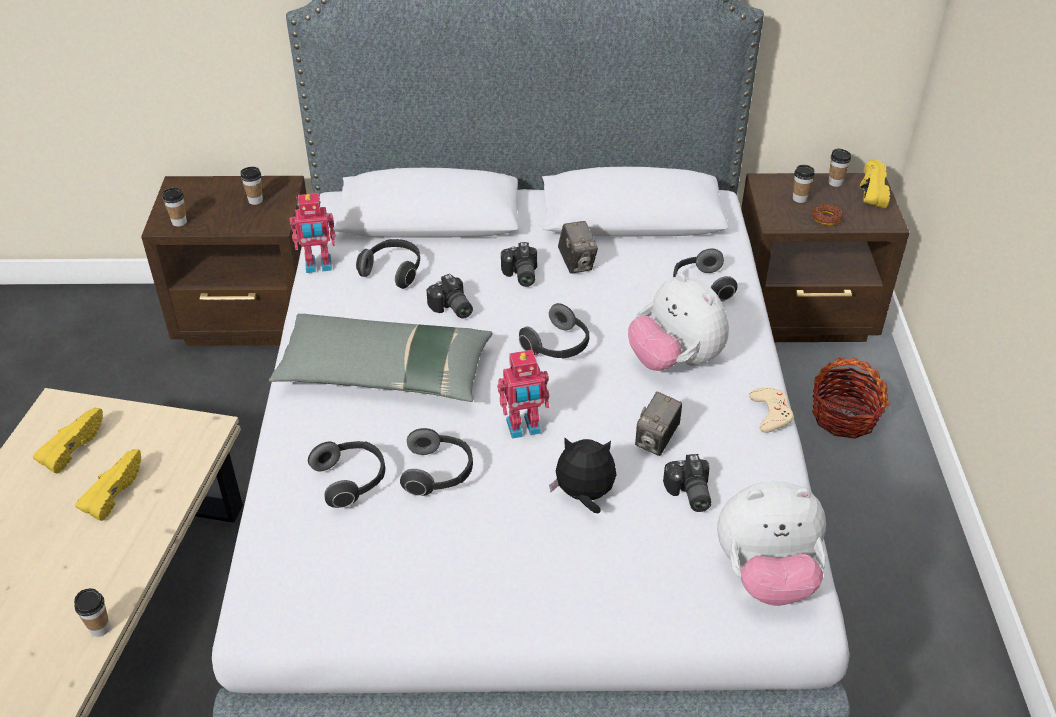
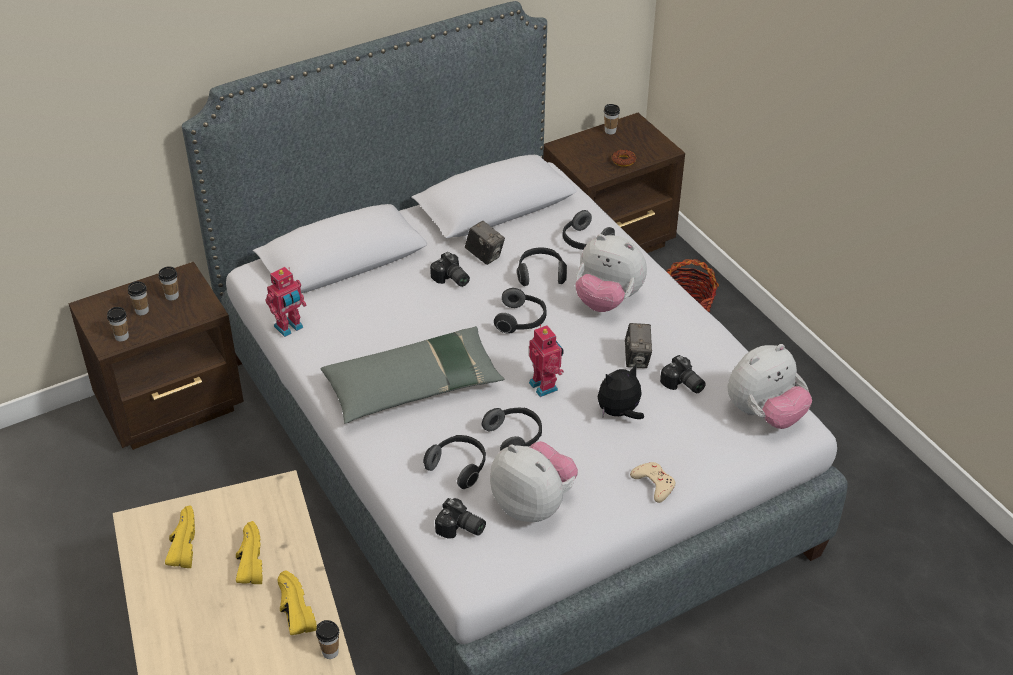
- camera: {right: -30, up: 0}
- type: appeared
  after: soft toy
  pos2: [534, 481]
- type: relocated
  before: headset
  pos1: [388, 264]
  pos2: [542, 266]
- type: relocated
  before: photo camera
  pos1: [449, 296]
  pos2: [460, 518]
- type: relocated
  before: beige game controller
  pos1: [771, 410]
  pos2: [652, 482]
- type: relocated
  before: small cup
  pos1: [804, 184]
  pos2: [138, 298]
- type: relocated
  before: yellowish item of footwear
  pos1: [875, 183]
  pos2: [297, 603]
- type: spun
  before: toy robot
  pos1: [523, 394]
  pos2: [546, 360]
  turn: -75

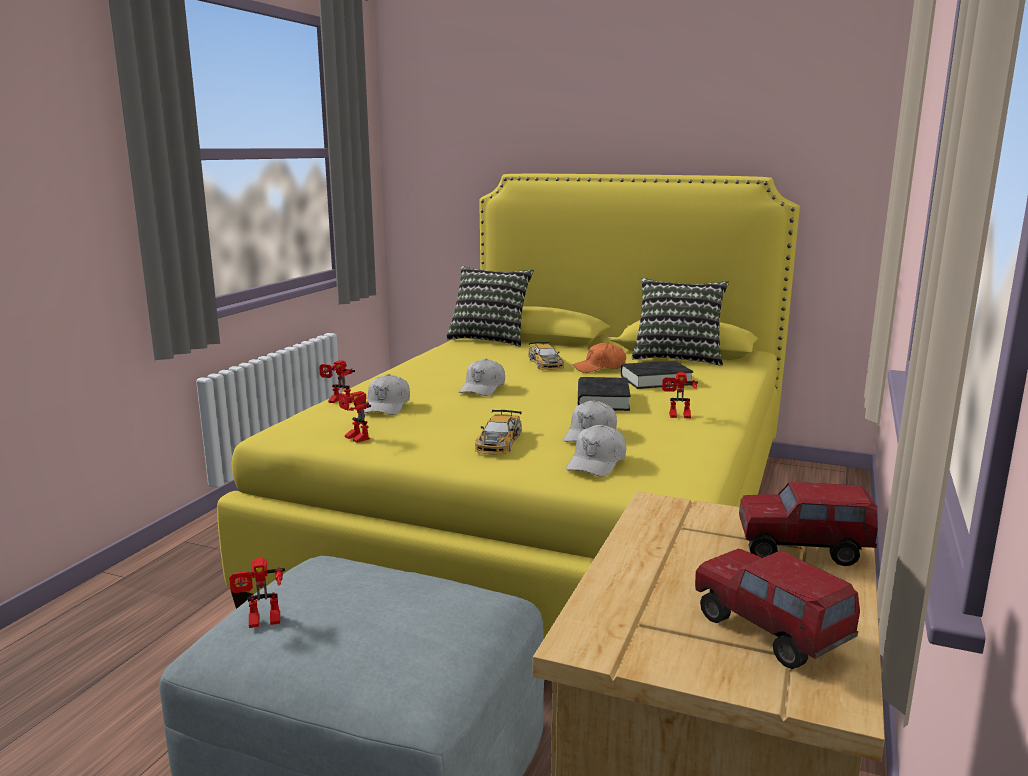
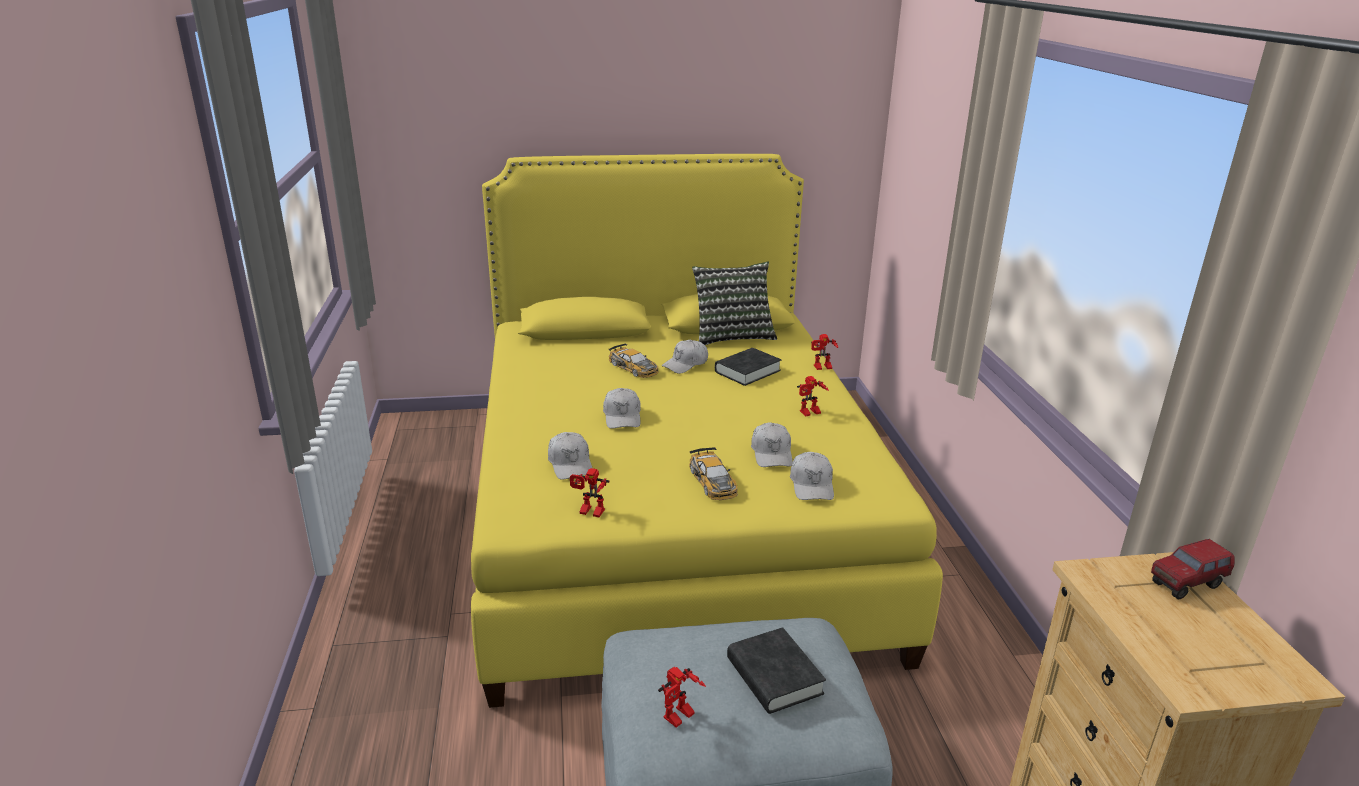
- camera: {right: -30, up: 10}
- type: missing
  before: cushion
  pos1: [490, 306]
- type: missing
  before: toy lorry
  pos1: [777, 609]
- type: relocated
  before: toy robot
  pos1: [337, 382]
  pos2: [824, 352]
- type: relocated
  before: black-coloured bound book
  pos1: [604, 394]
  pos2: [776, 670]
- type: colour
  before: orange-coloured cap
  after: white-coloured cap
  pos1: [599, 357]
  pos2: [685, 357]

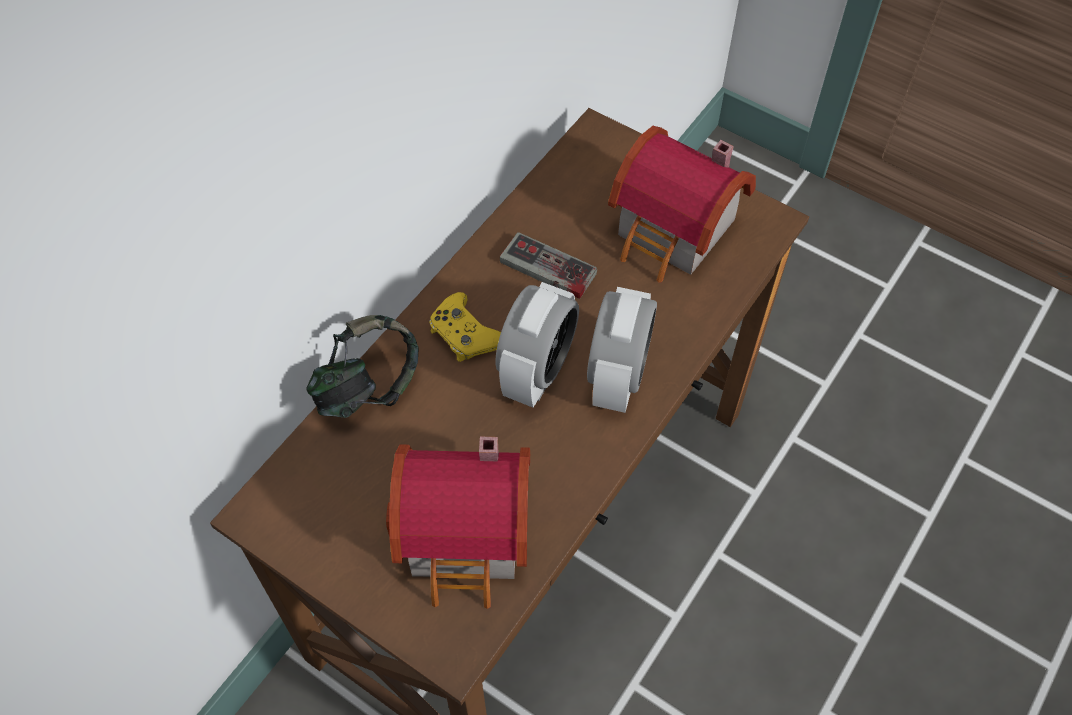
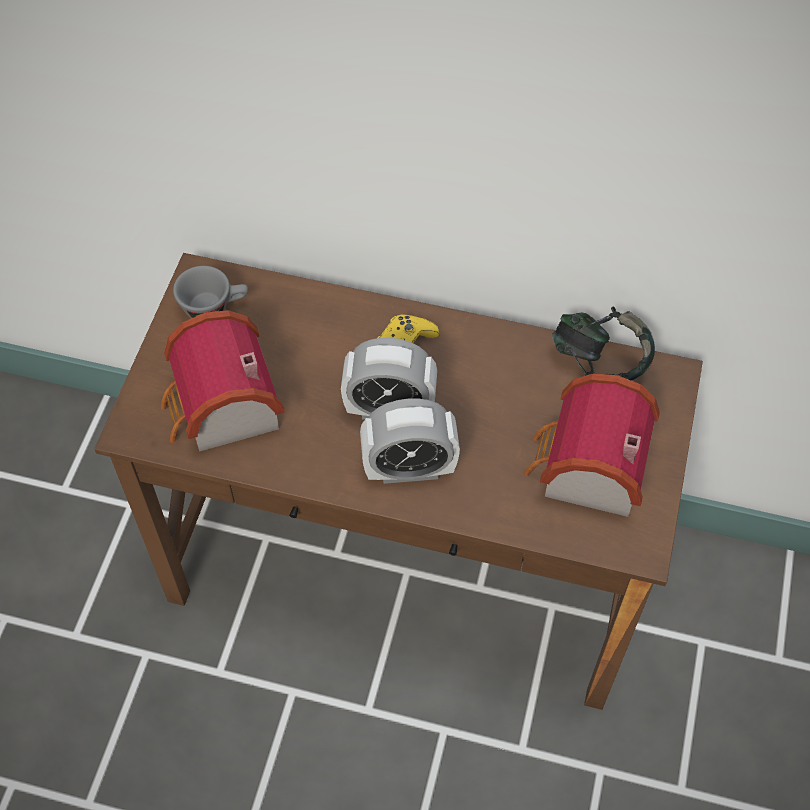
- camera: {right: 70, up: 0}
- type: missing
  before: game controller
  pos1: [548, 265]
- type: appeared
  after: gray small cup
  pos2: [210, 292]
- type: relocated
  before: headset
  pos1: [362, 366]
  pos2: [603, 343]

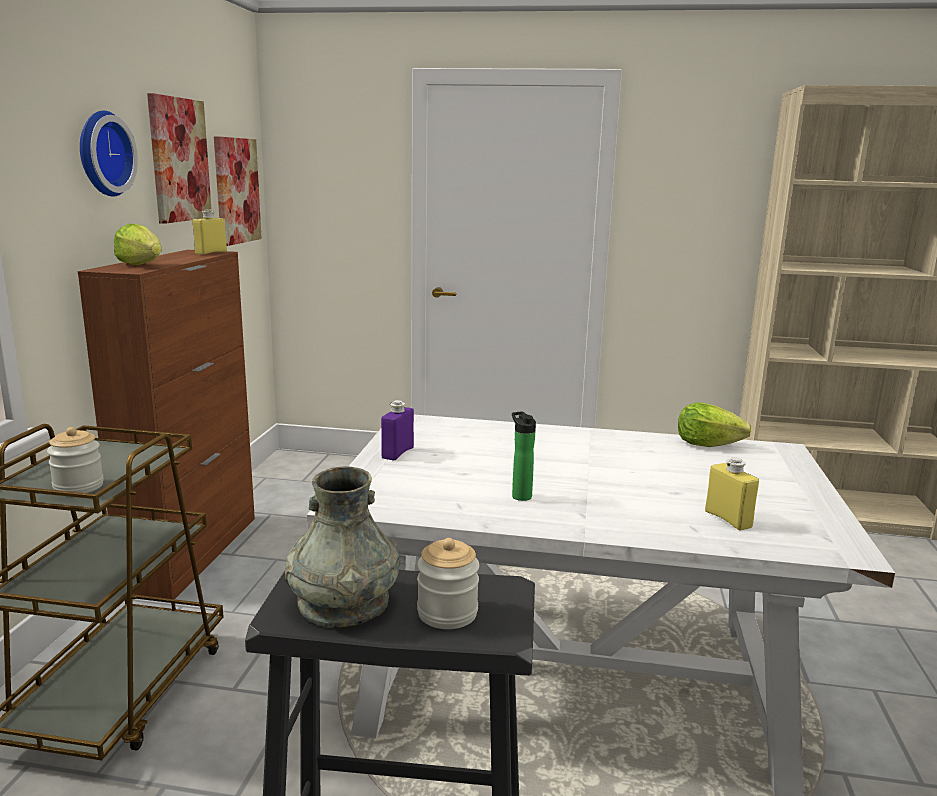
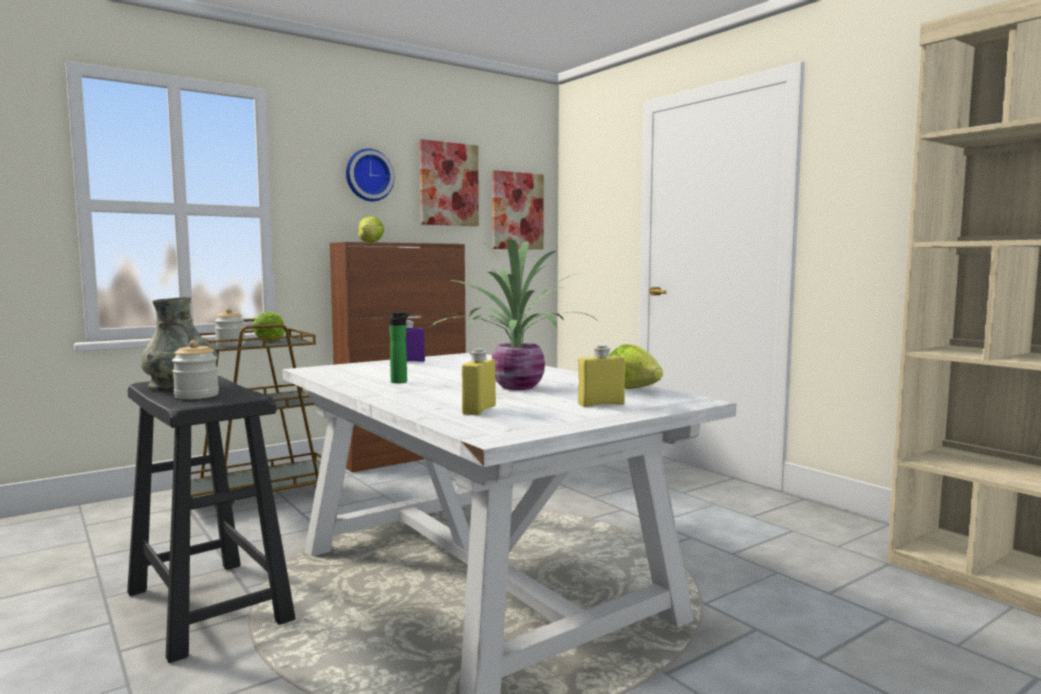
- camera: {right: 45, up: -10}
- type: appeared
  after: lettuce
  pos2: [268, 327]
- type: appeared
  after: houseplant
  pos2: [514, 314]
- type: relocated
  before: yellowish bottle
  pos1: [210, 232]
  pos2: [601, 376]

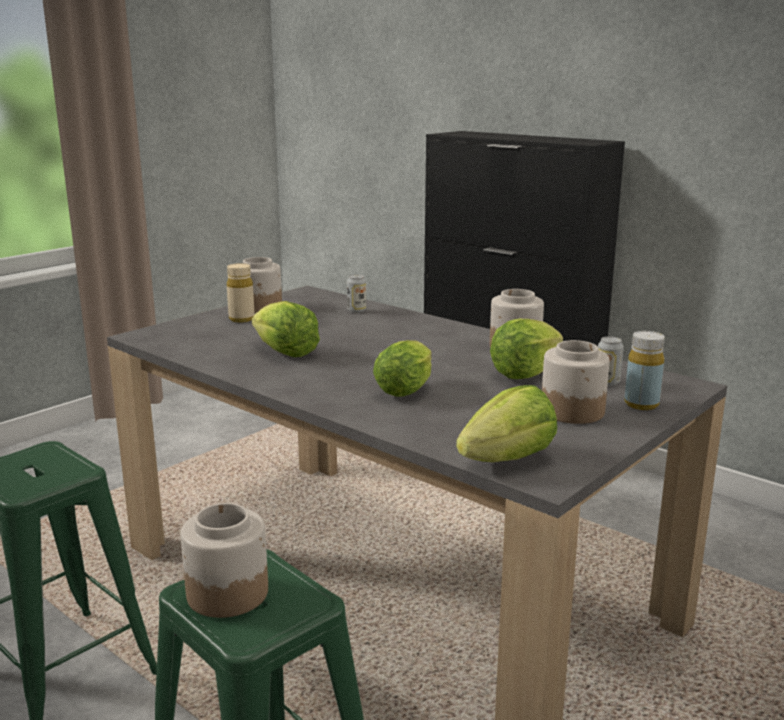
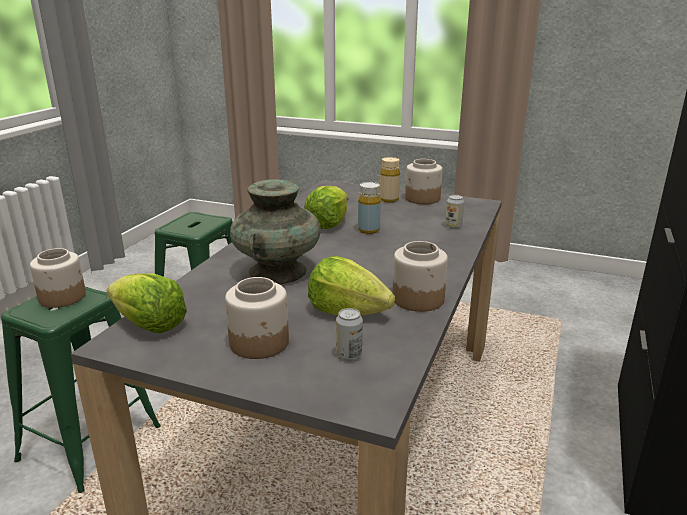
- camera: {right: 70, up: 5}
- type: relocated
  before: yellowish bottle
  pos1: [644, 370]
  pos2: [369, 208]
- type: exchanged
  before: lettuce
  after: turquoise-coloured vase
  pos1: [402, 368]
  pos2: [275, 231]

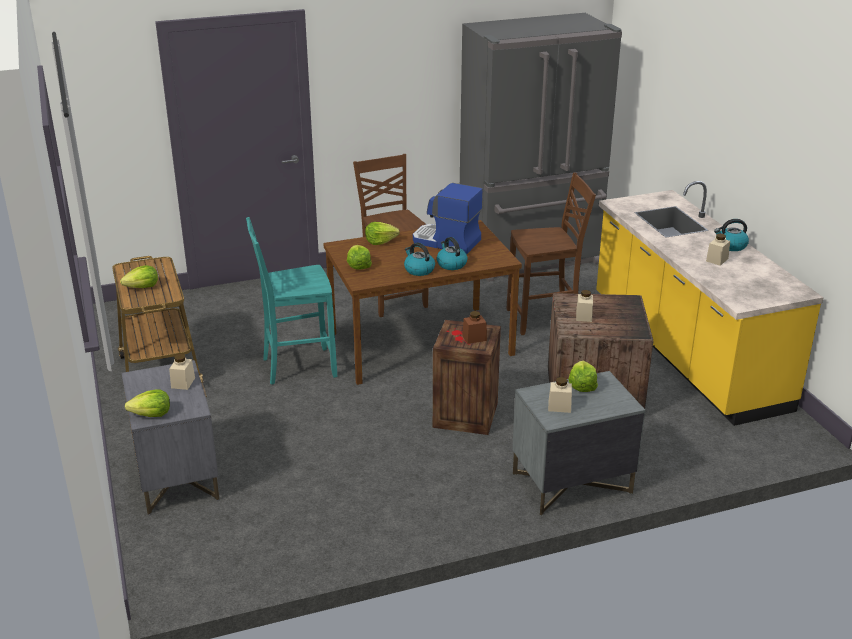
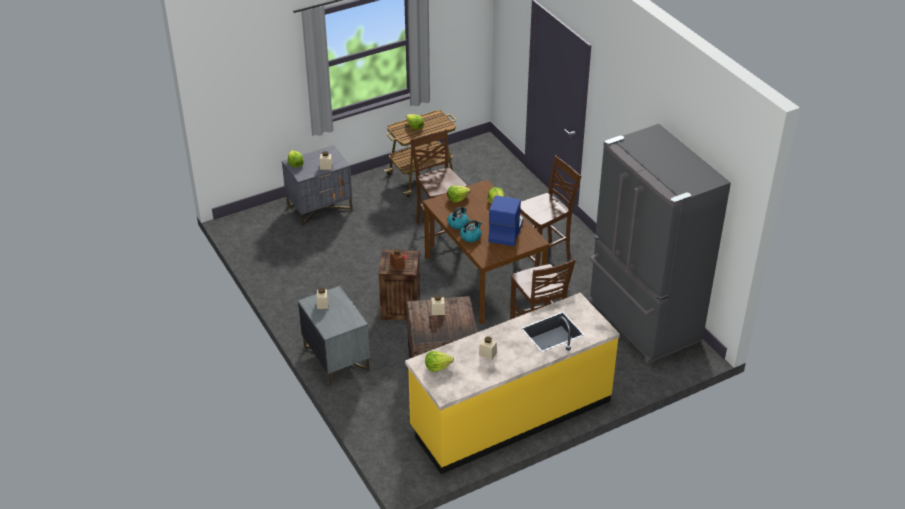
- camera: {right: 80, up: 10}
- type: missing
  before: water kettle
  pos1: [731, 235]
- type: relocated
  before: lettuce
  pos1: [583, 376]
  pos2: [439, 361]
- type: colour
  before: turquoise-coloured plain chair
  after: brownish plain chair
  pos1: [291, 301]
  pos2: [438, 188]

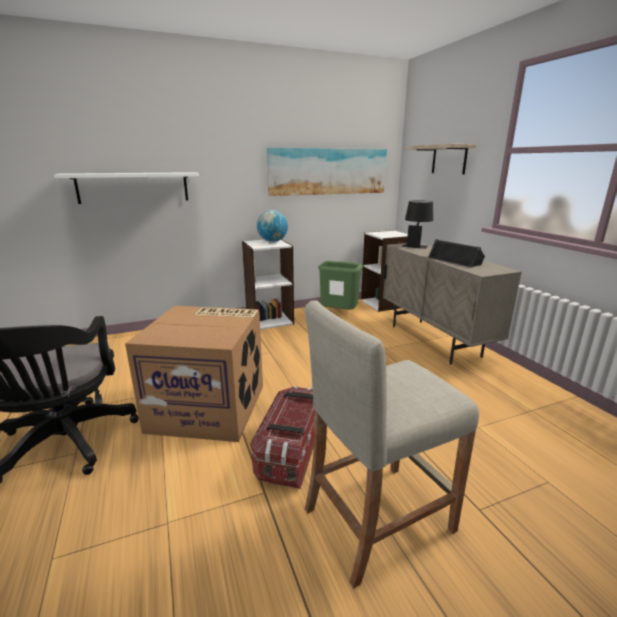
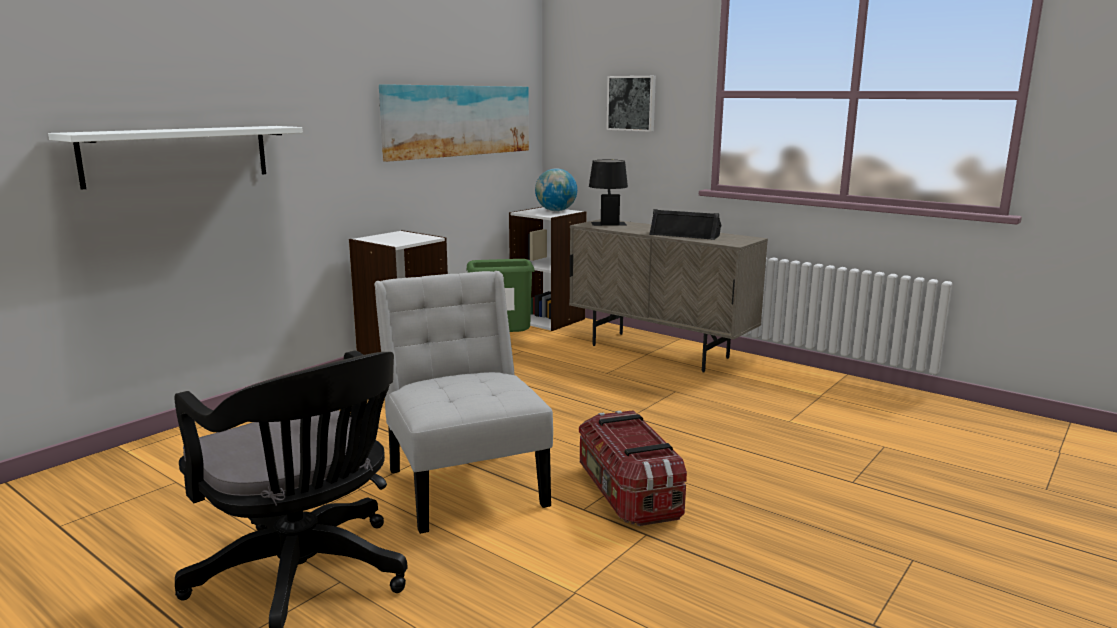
- camera: {right: -30, up: -5}
- type: missing
  before: beige stool
  pos1: [392, 444]
- type: relocated
  before: world globe
  pos1: [272, 226]
  pos2: [556, 189]
- type: exchanged
  before: cardboard box
  after: white-coloured plain chair
  pos1: [194, 374]
  pos2: [463, 402]
- type: exchanged
  before: shelf
  after: wall art
  pos1: [441, 159]
  pos2: [631, 104]

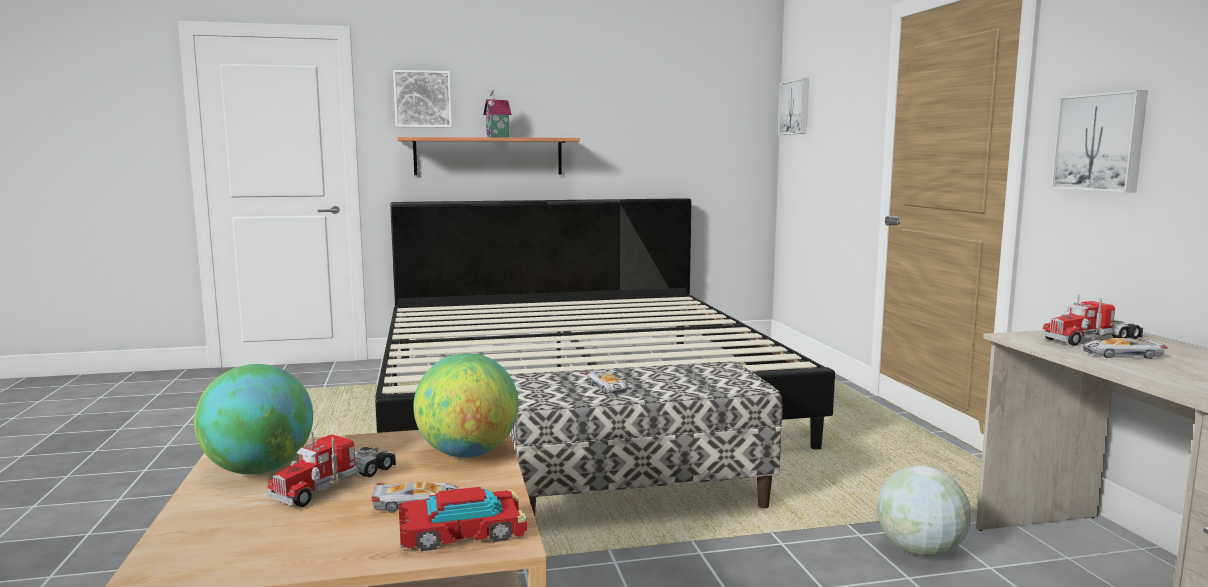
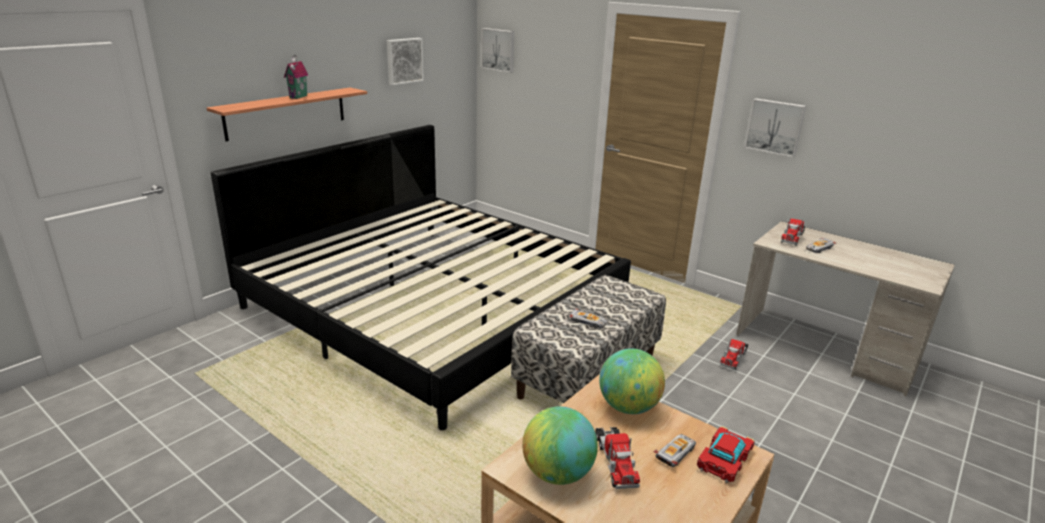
- camera: {right: -40, up: 15}
- type: relocated
  before: wall art
  pos1: [422, 98]
  pos2: [405, 61]
- type: exchanged
  before: world globe
  after: toy lorry
  pos1: [924, 511]
  pos2: [734, 354]

